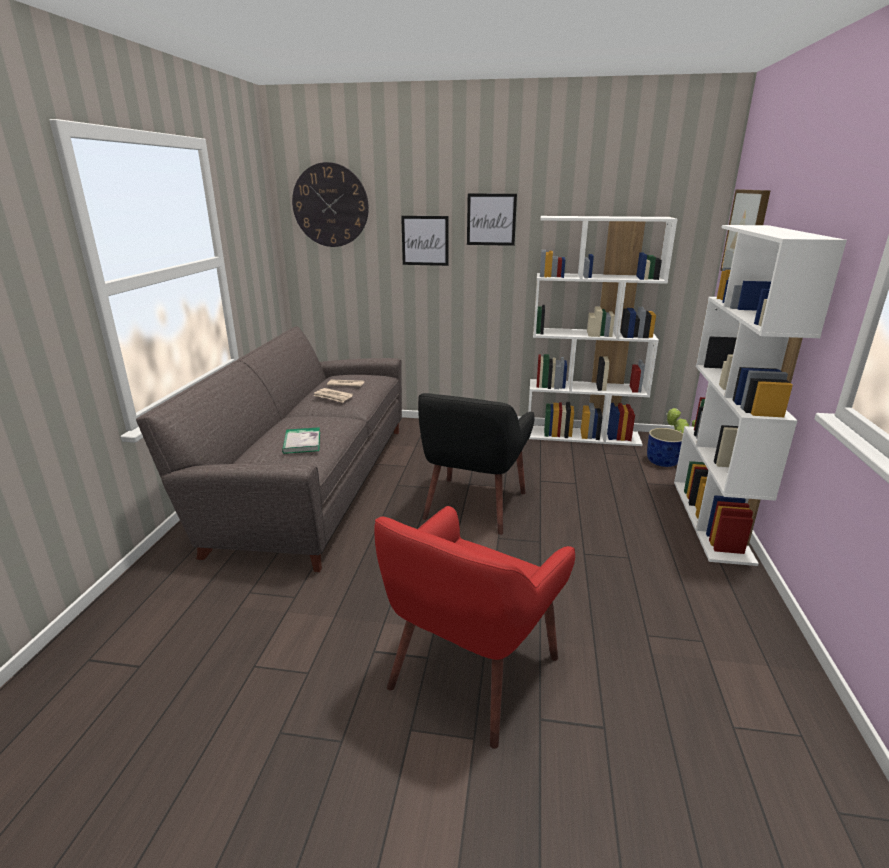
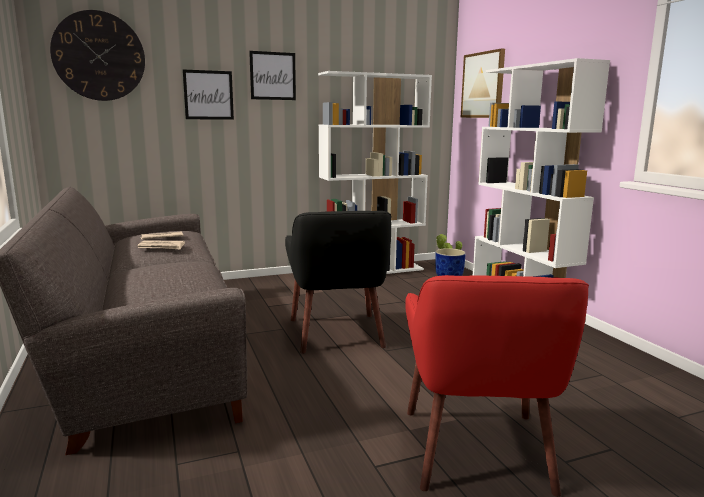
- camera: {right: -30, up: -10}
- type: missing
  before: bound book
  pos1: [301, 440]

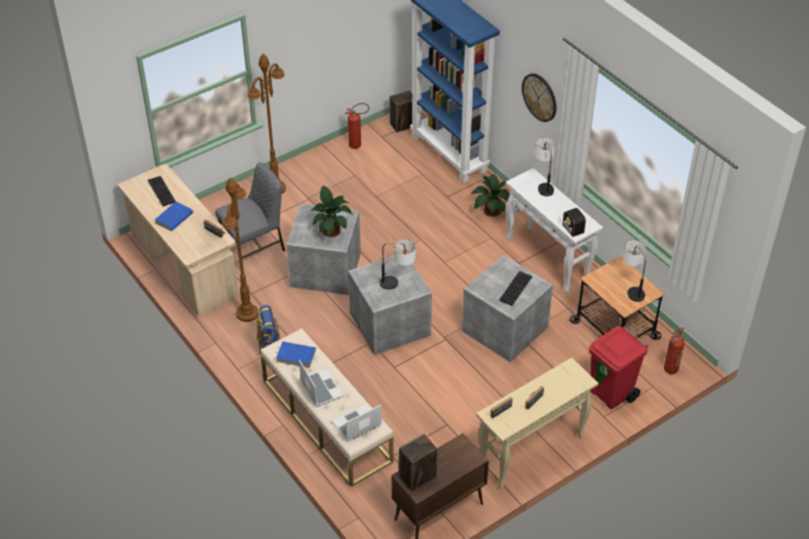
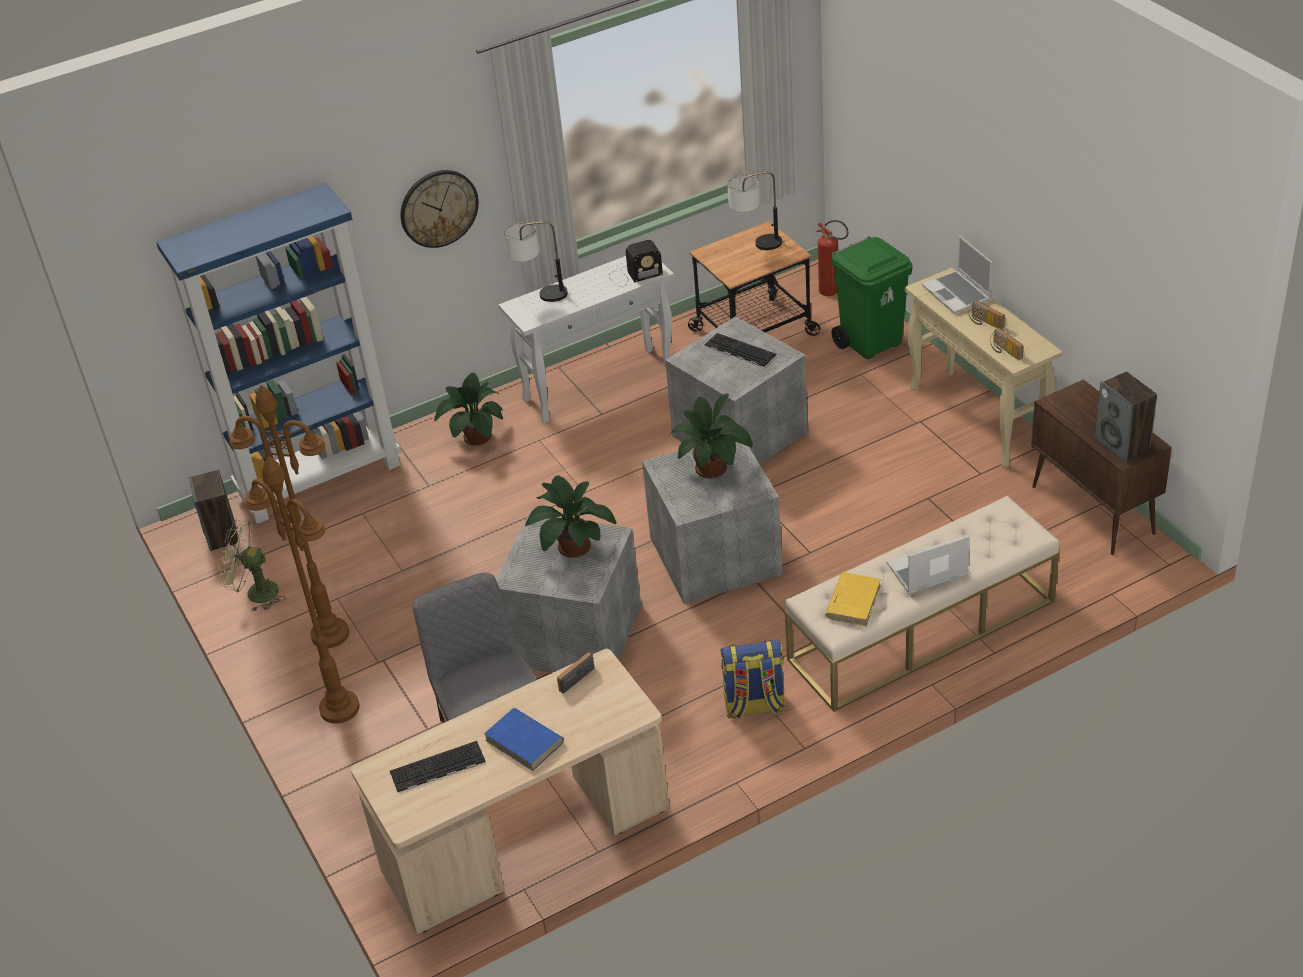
- camera: {right: -80, up: -5}
- type: relocated
  before: brownish standing lamp
  pos1: [240, 249]
  pos2: [289, 516]
- type: relocated
  before: laptop
  pos1: [357, 423]
  pos2: [957, 274]
- type: exchanged
  before: fire-fighting cylinder
  after: green-coloured cooling fan
  pos1: [357, 126]
  pos2: [252, 566]
- type: exchanged
  before: table lamp
  after: houseplant
  pos1: [398, 264]
  pos2: [710, 436]
- type: colour
  before: blue bound book
  after: yellowish bound book
  pos1: [296, 355]
  pos2: [853, 599]
- type: colour
  before: red waste bin
  after: green-coloured waste bin
  pos1: [619, 367]
  pos2: [872, 297]

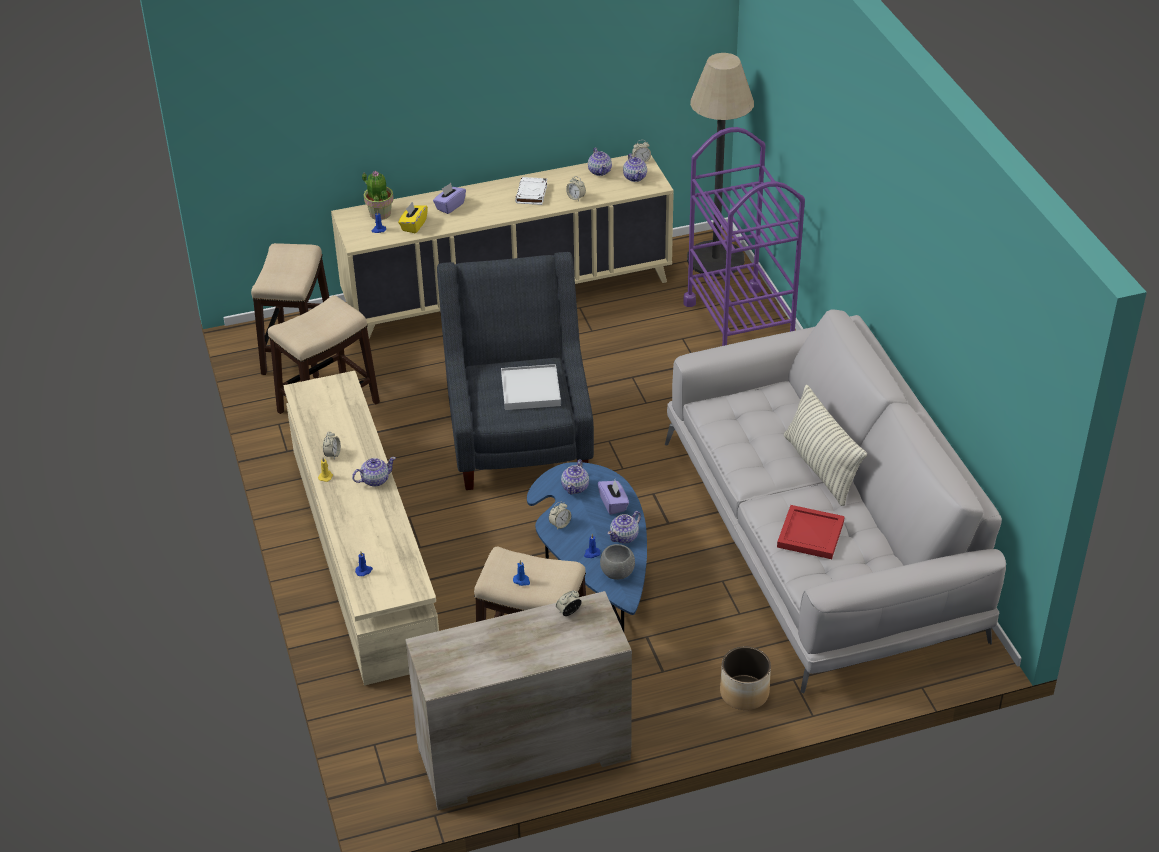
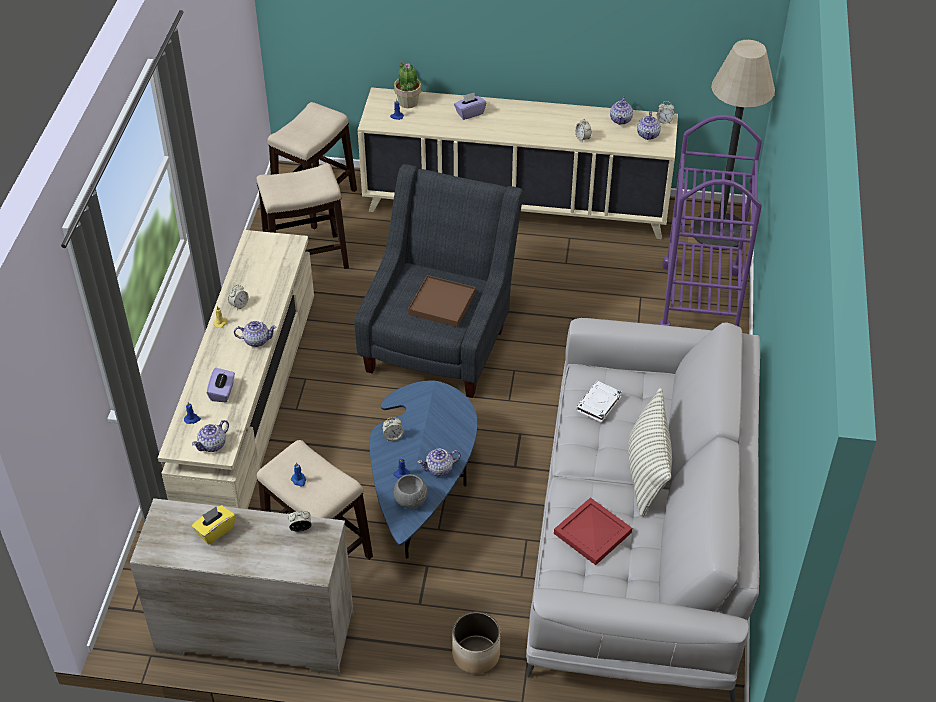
- camera: {right: 25, up: 5}
- type: relocated
  before: yellowish tissue holder
  pos1: [413, 217]
  pos2: [213, 524]
- type: relocated
  before: white-coloured bound book
  pos1: [531, 191]
  pos2: [599, 402]
- type: relocated
  before: pot for tea
  pos1: [575, 477]
  pos2: [210, 436]
- type: relocated
  before: purple tissue holder
  pos1: [613, 497]
  pos2: [221, 385]
- type: colour
  before: white-coloured carrying tray
  after: brownish carrying tray
  pos1: [531, 387]
  pos2: [442, 301]

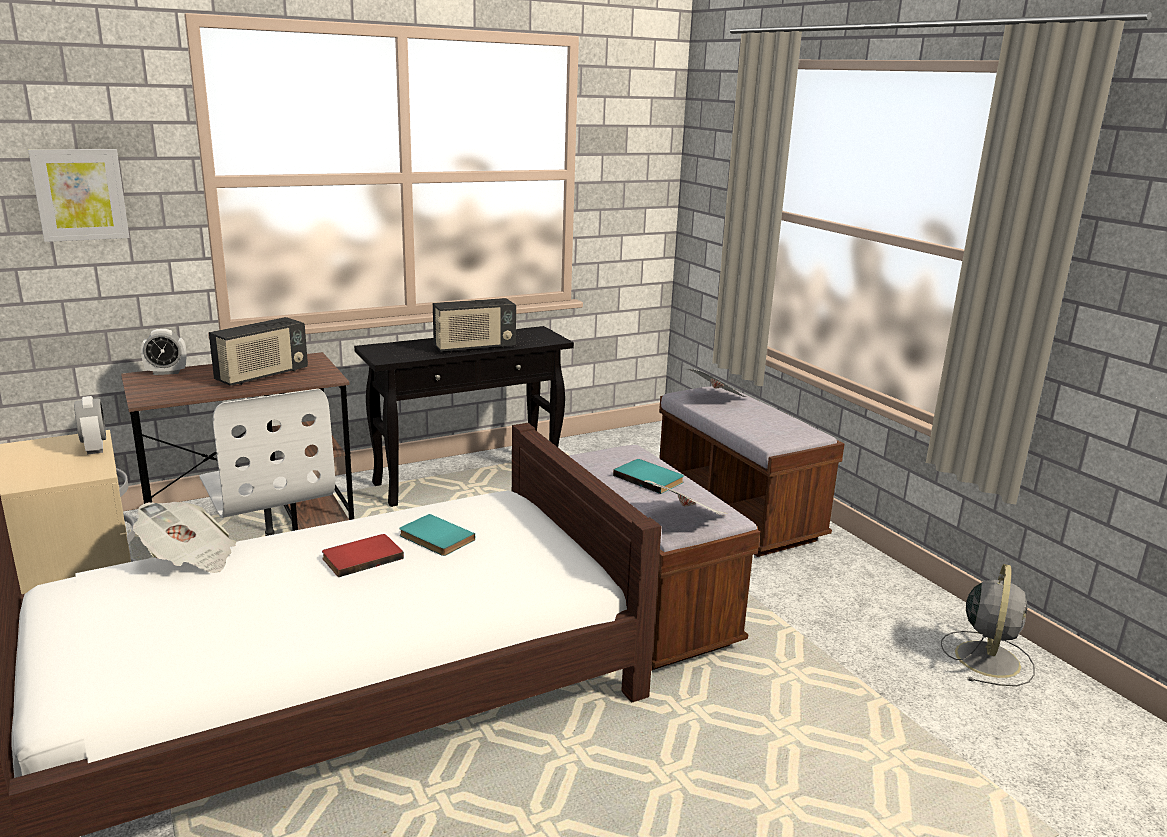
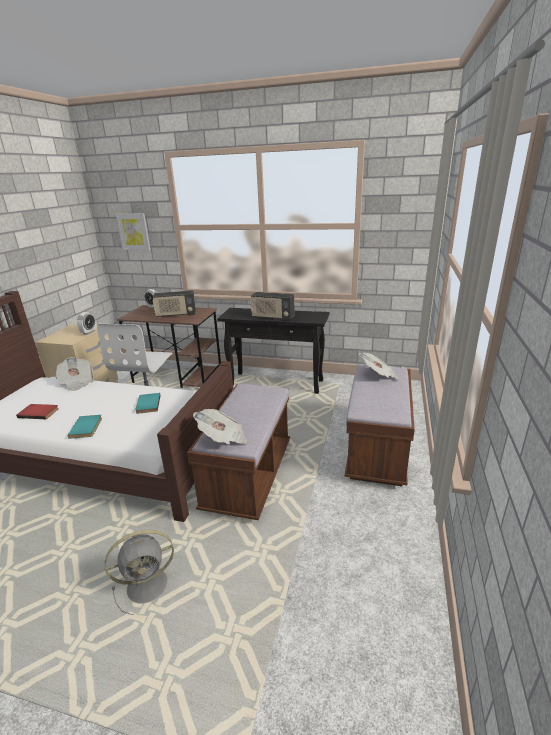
- camera: {right: 45, up: 5}
- type: relocated
  before: red bound book
  pos1: [363, 555]
  pos2: [37, 411]
- type: relocated
  before: turquoise-coloured bound book
  pos1: [648, 476]
  pos2: [85, 427]
- type: relocated
  before: gray cooling fan
  pos1: [988, 625]
  pos2: [139, 572]

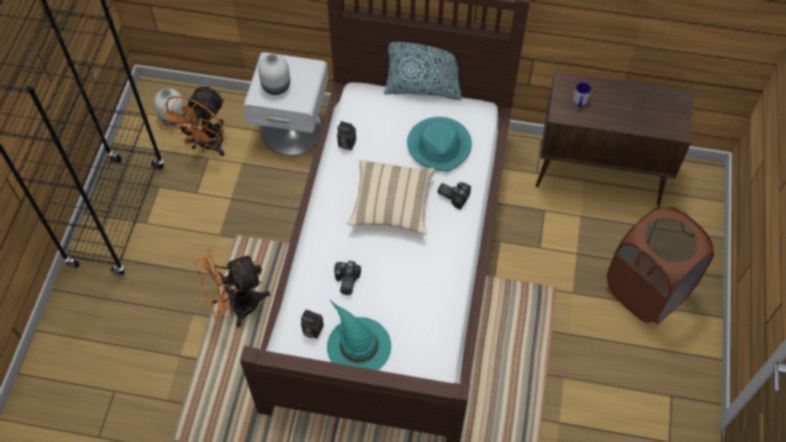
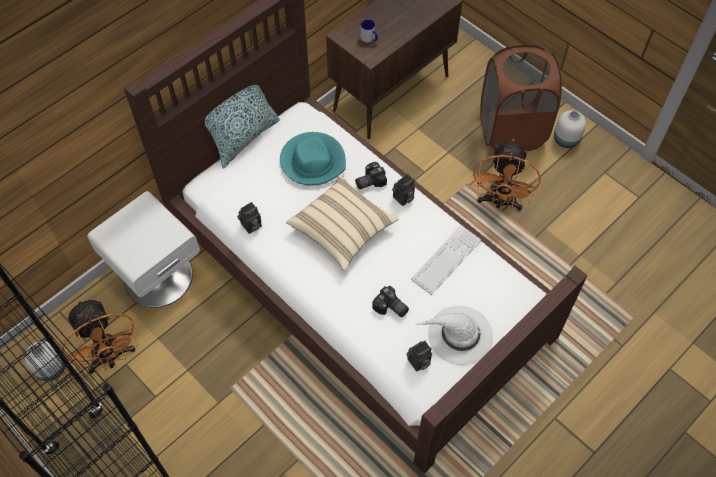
- camera: {right: -55, up: 0}
- type: appeared
  after: photo camera
  pos2: [403, 190]
- type: appeared
  after: PC keyboard
  pos2: [446, 260]
- type: relocated
  before: orange-coloured cooling fan
  pos1: [231, 287]
  pos2: [506, 175]
- type: relocated
  before: white-coloured vase
  pos1: [274, 74]
  pos2: [570, 129]
- type: colour
  before: turquoise-coloured clothing hat
  after: white-coloured clothing hat
  pos1: [359, 335]
  pos2: [454, 335]

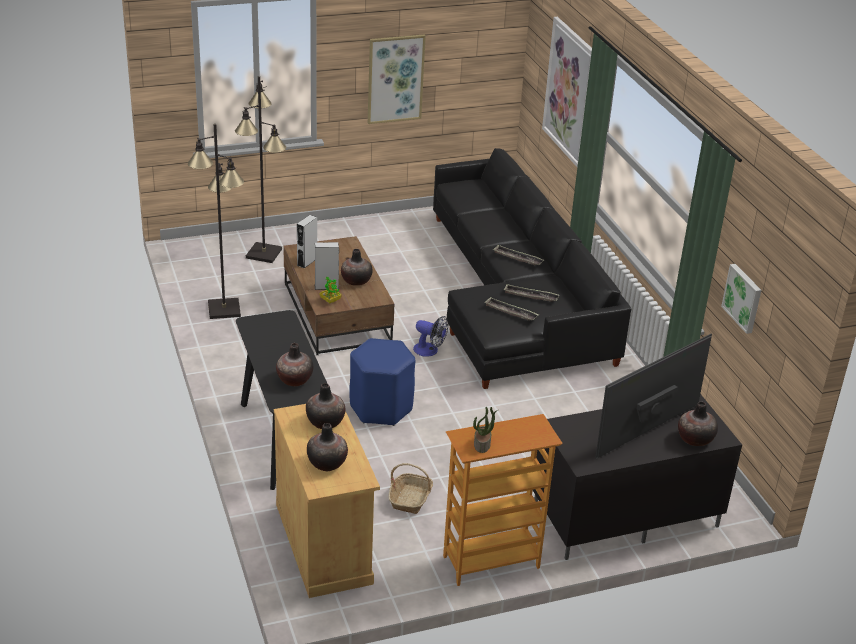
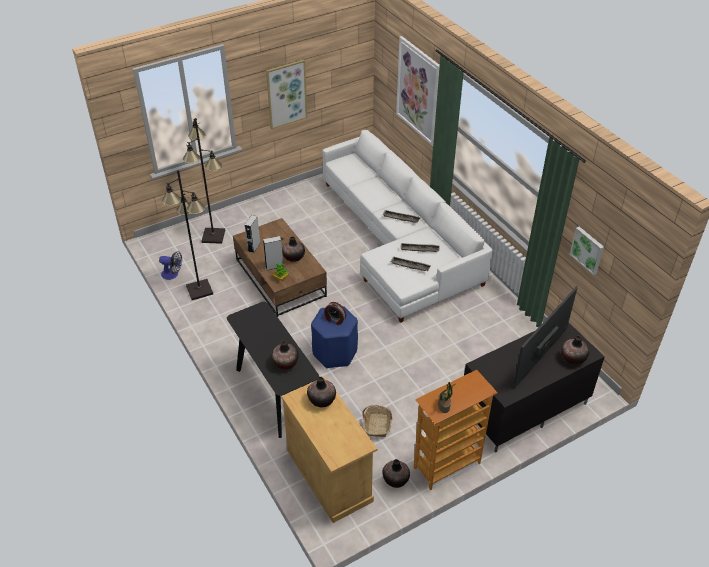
- camera: {right: -10, up: 10}
- type: appeared
  after: alarm clock
  pos2: [335, 313]
- type: relocated
  before: vase
  pos1: [327, 447]
  pos2: [396, 473]
- type: relocated
  before: cooling fan
  pos1: [430, 336]
  pos2: [170, 265]
- type: colour
  before: black-coloured settee
  after: white-coloured settee
  pos1: [532, 268]
  pos2: [407, 226]

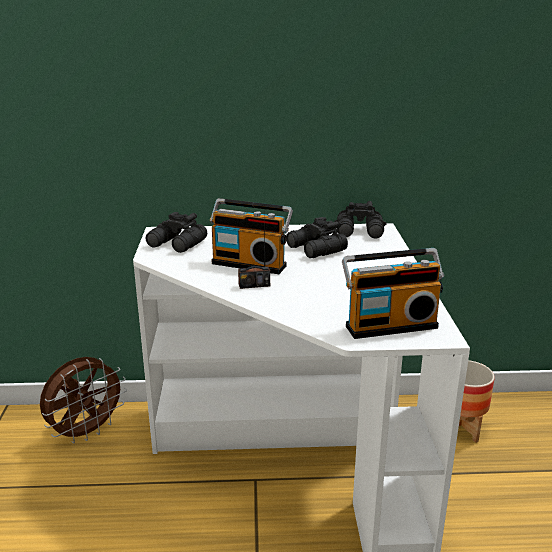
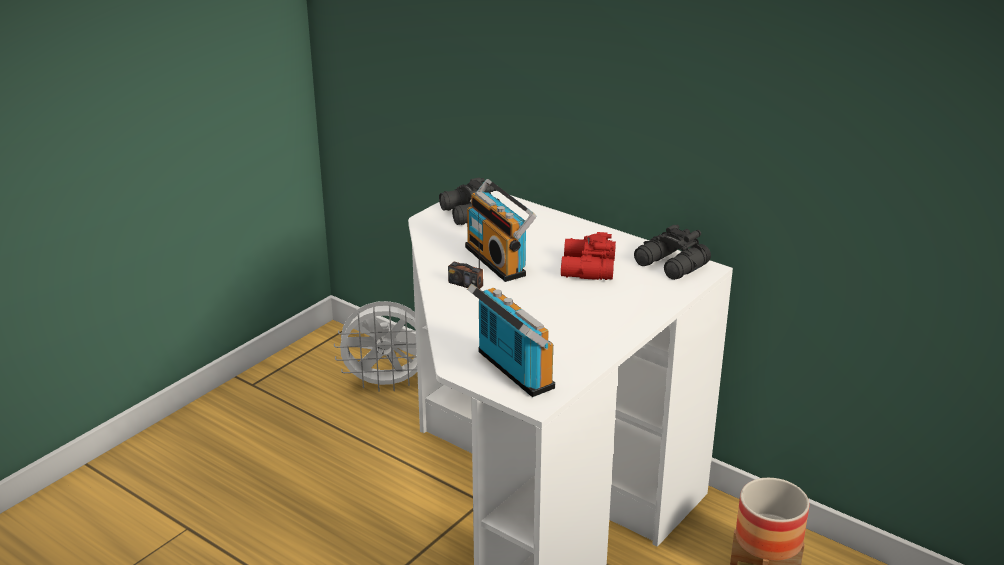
- camera: {right: 40, up: 5}
- type: colour
  before: brownish cooling fan
  after: white-coloured cooling fan
  pos1: [83, 400]
  pos2: [375, 346]
- type: colour
  before: black-coloured field glasses
  after: red field glasses
  pos1: [317, 237]
  pos2: [588, 256]
- type: spun
  before: radio set
  pos1: [393, 293]
  pos2: [511, 340]
  turn: -150

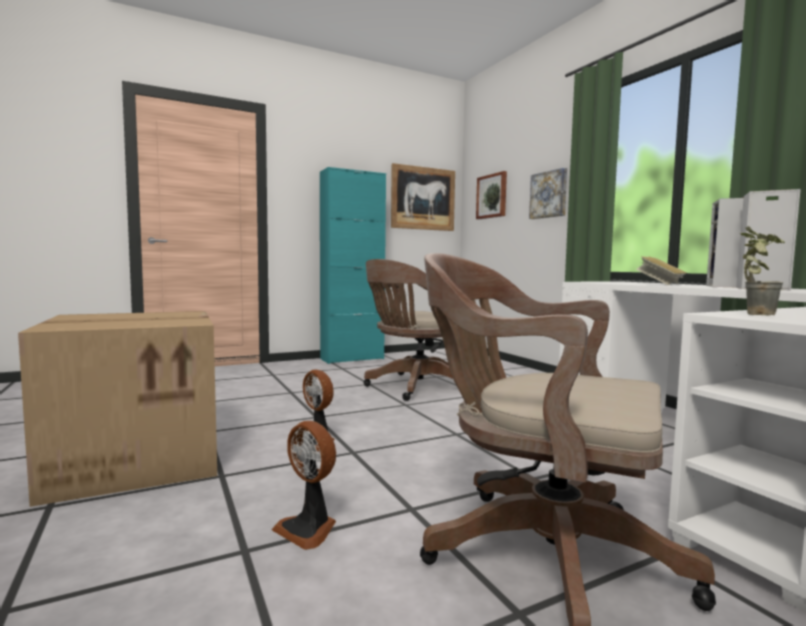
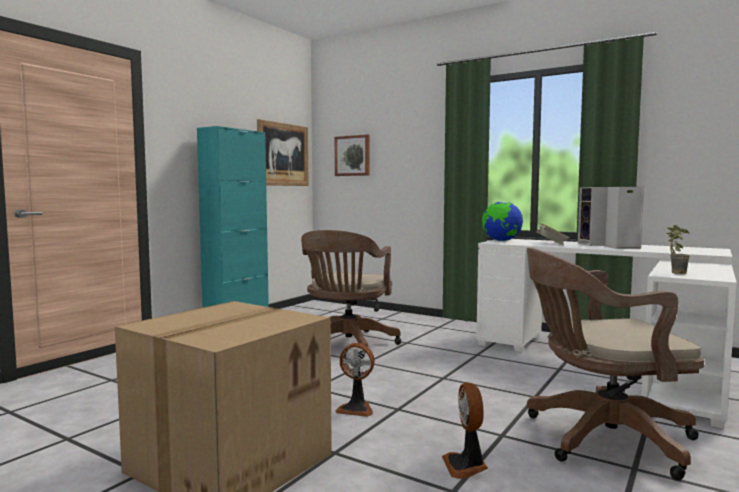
- camera: {right: -30, up: 0}
- type: missing
  before: wall art
  pos1: [548, 193]
- type: appeared
  after: world globe
  pos2: [502, 221]
- type: spun
  before: cooling fan
  pos1: [303, 485]
  pos2: [465, 430]
  turn: 75

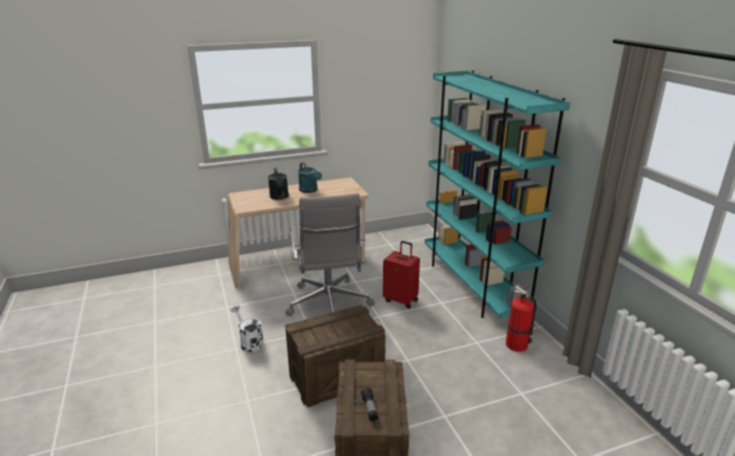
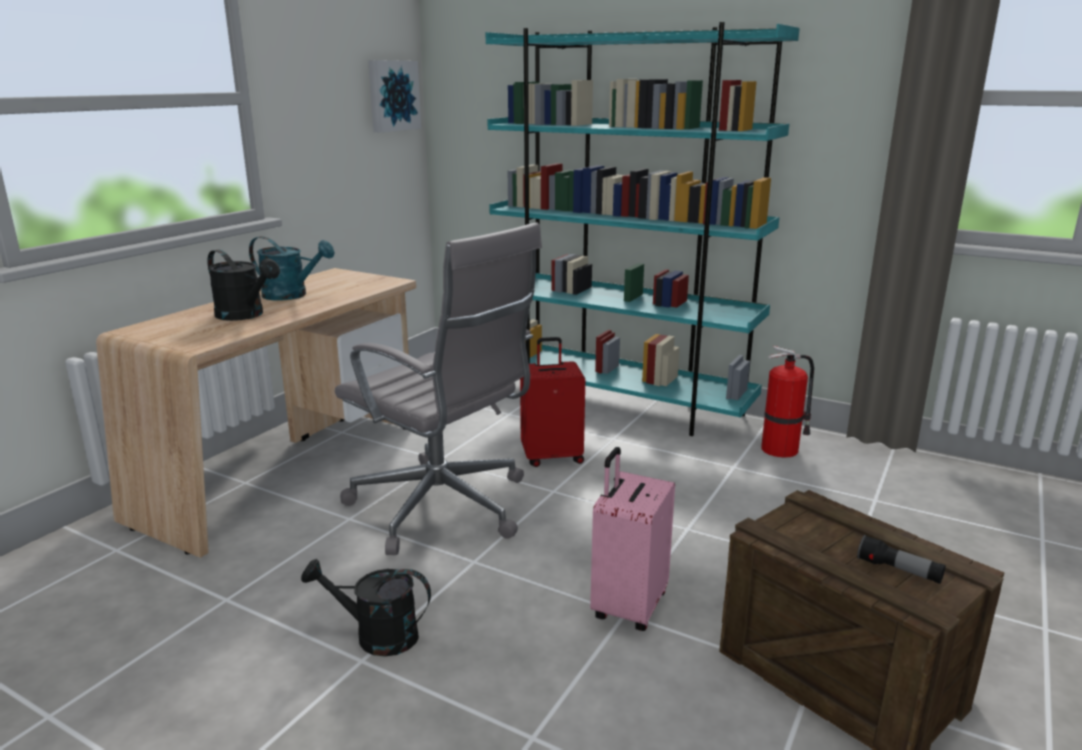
- camera: {right: -40, up: -5}
- type: appeared
  after: wall art
  pos2: [394, 96]
- type: exchanged
  before: packing crate
  after: pink-coloured suitcase
  pos1: [335, 356]
  pos2: [632, 539]
- type: colour
  before: white-coloured sprinkling can
  after: black-coloured sprinkling can
  pos1: [247, 328]
  pos2: [366, 608]

